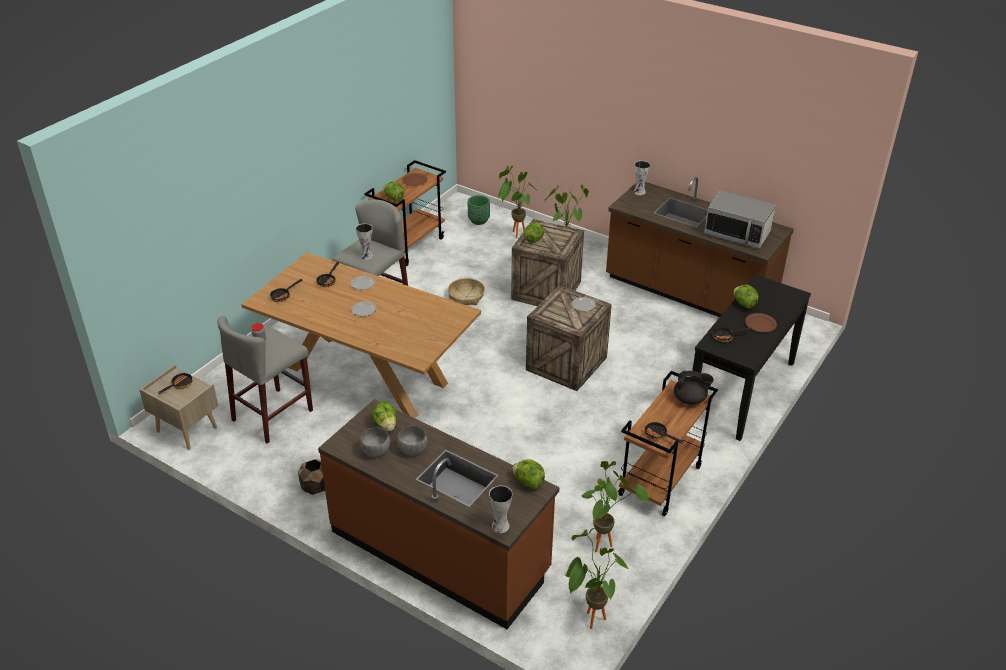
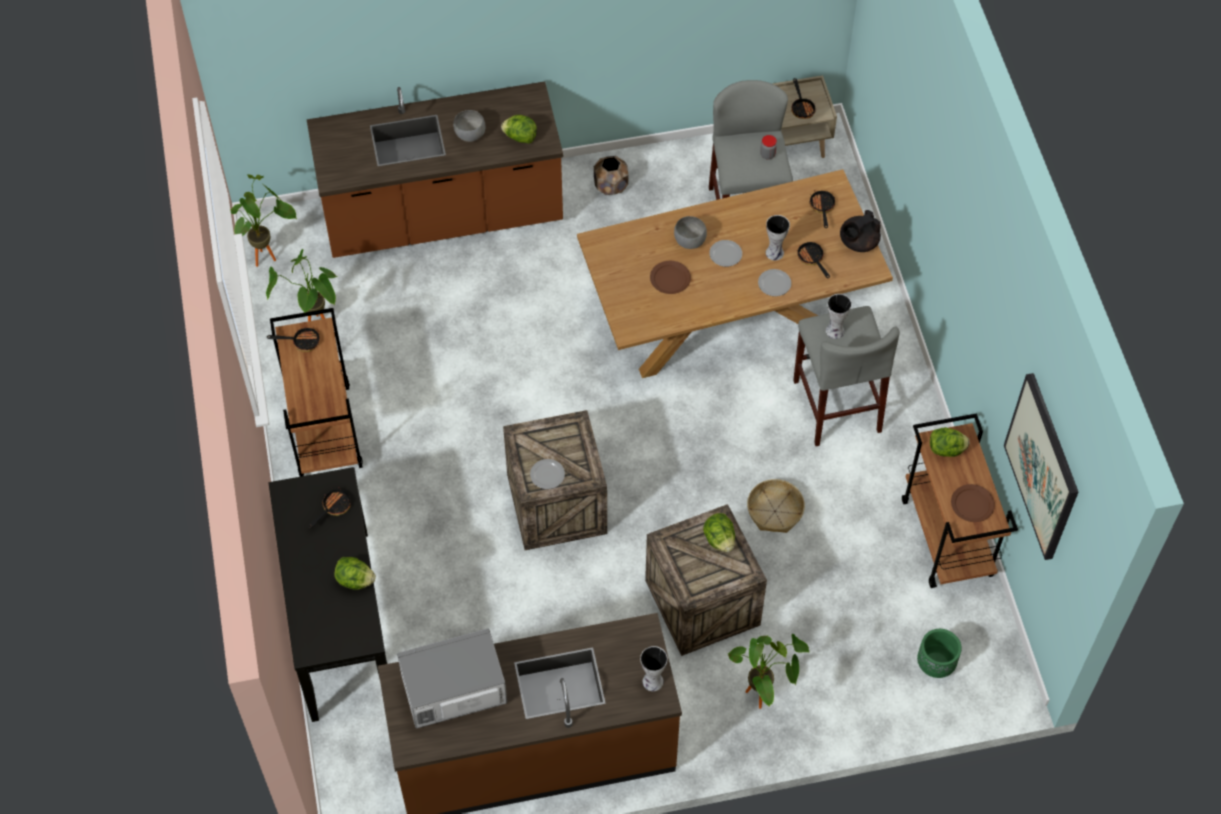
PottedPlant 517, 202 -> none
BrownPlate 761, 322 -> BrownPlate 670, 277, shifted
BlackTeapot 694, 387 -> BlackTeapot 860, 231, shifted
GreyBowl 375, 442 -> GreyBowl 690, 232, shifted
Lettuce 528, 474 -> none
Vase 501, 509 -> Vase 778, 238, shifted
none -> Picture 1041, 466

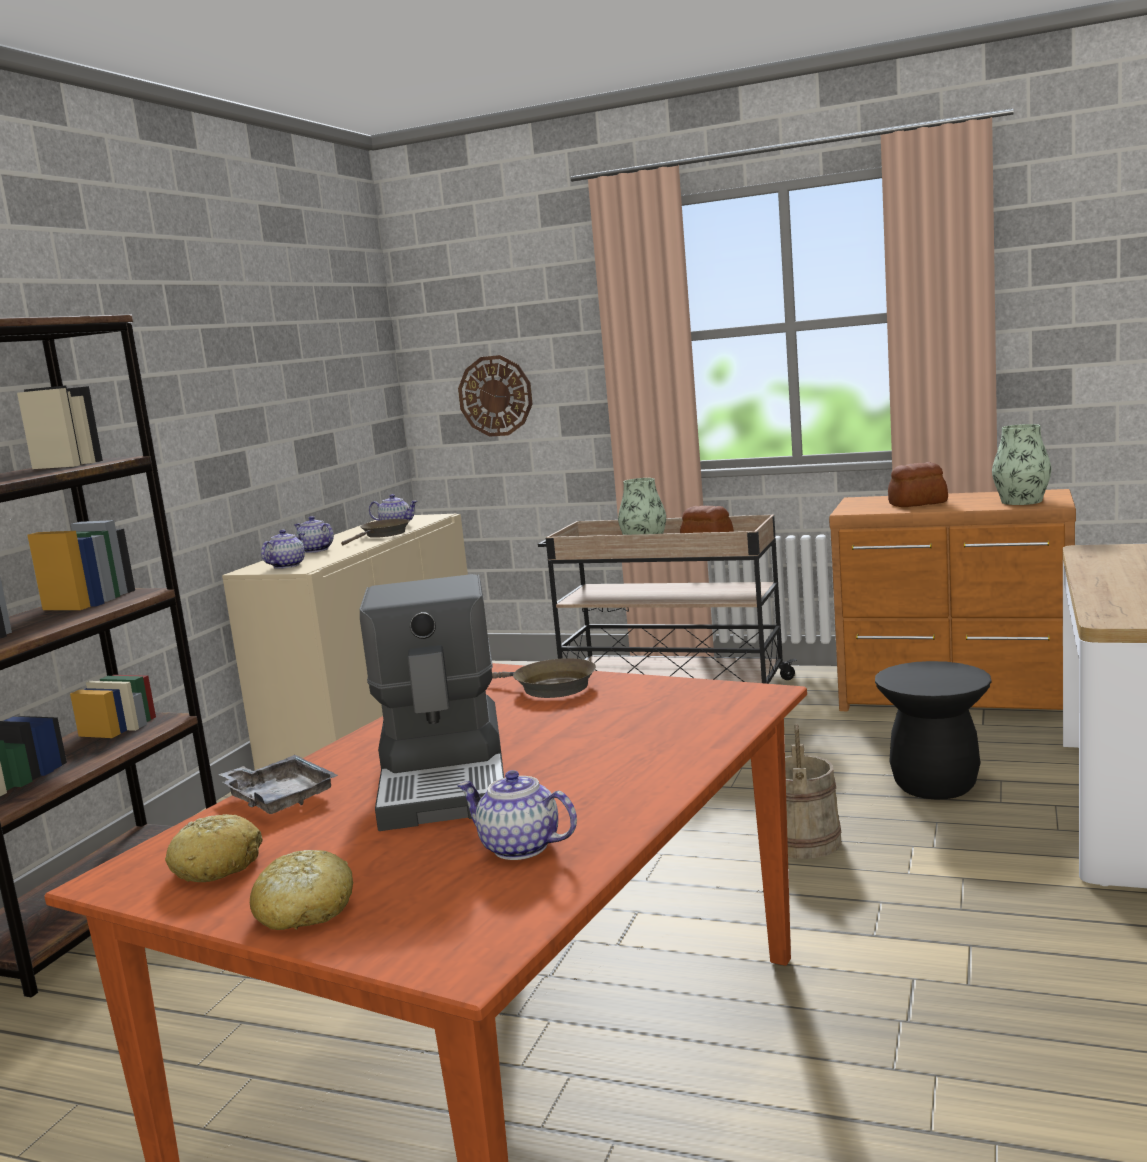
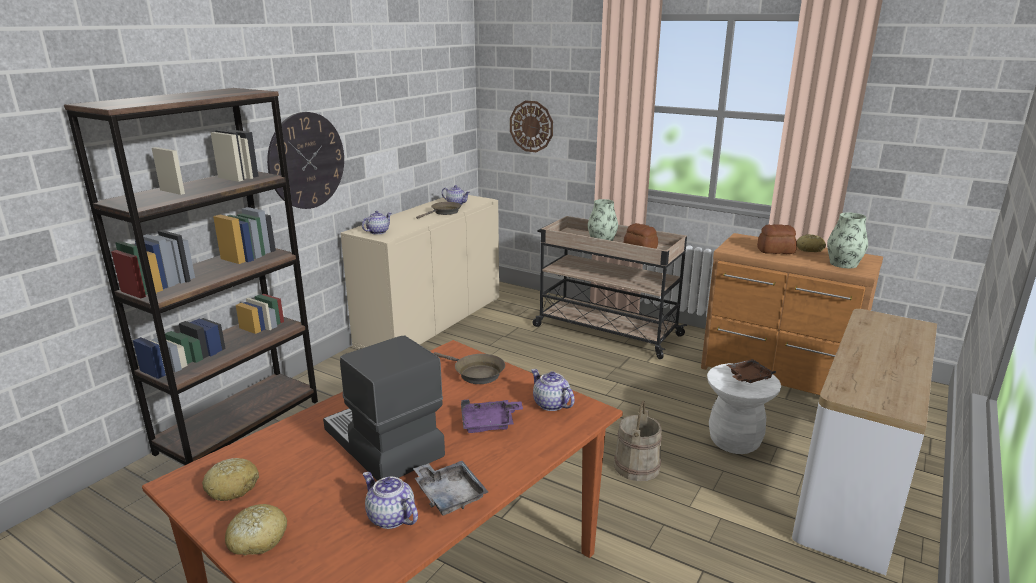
Teapot 314, 534 -> Teapot 553, 390, shifted
CoffeeMachine 431, 702 -> CoffeeMachine 384, 408, 135 degrees clockwise
BlackStool 933, 730 -> WhiteStool 744, 408
GreyTray 278, 784 -> GreyTray 450, 488, shifted
none -> WallClock 305, 160
none -> Bread 811, 243
none -> BrownTray 751, 371
none -> PurpleTray 492, 416

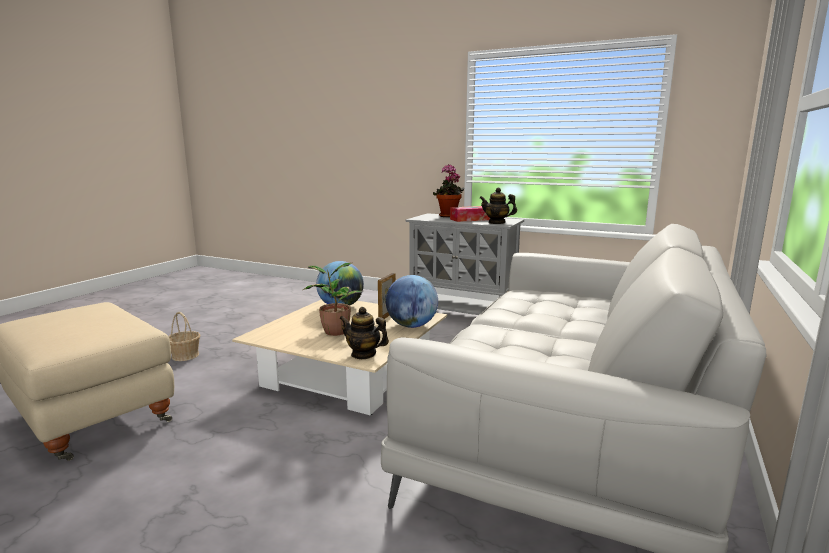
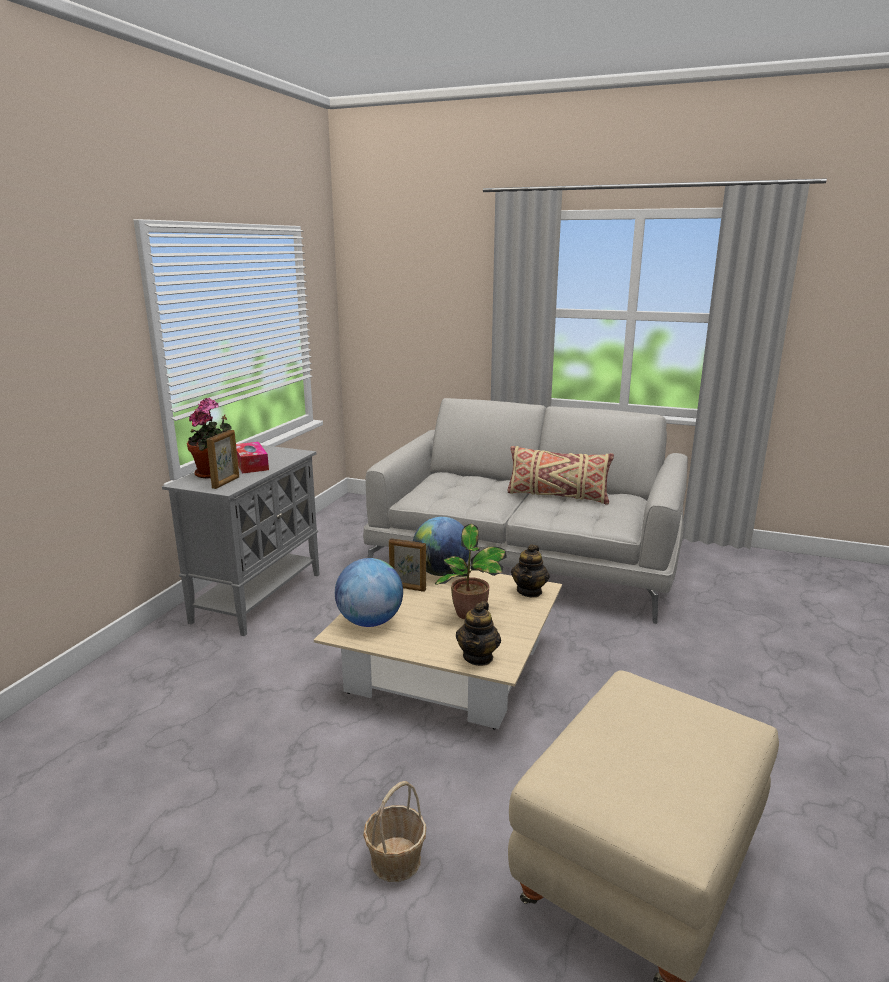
Teapot 498, 206 -> Teapot 478, 633, shifted
none -> PictureFrame 223, 459
none -> BeigePillow 560, 475

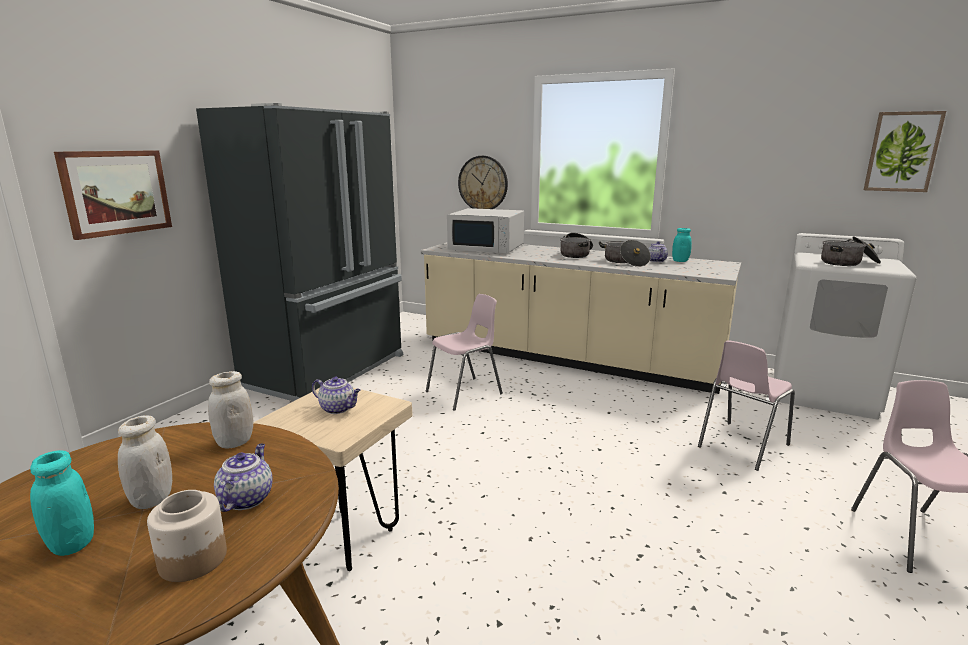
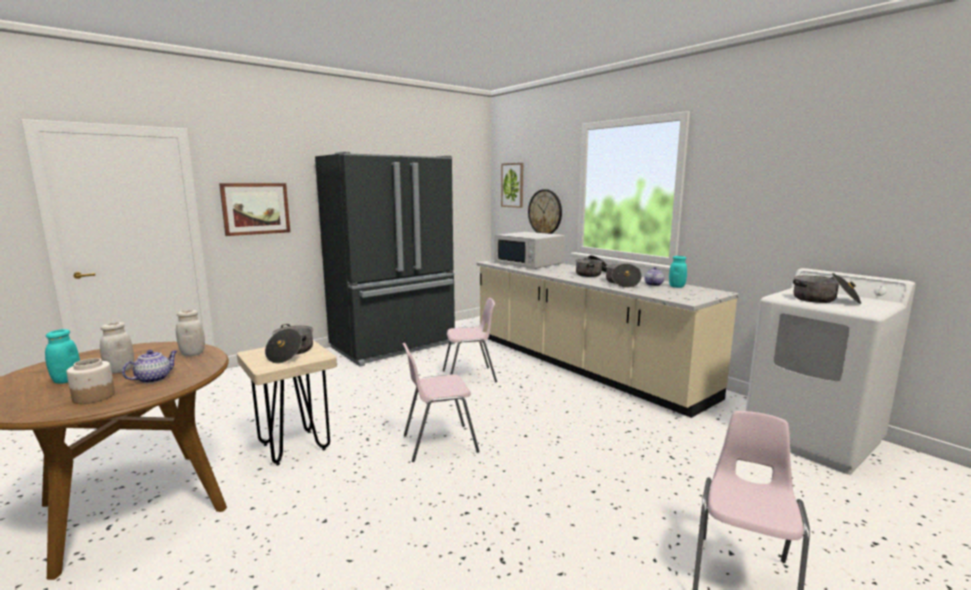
Picture 905, 151 -> Picture 512, 185, shifted
PinkChair 746, 405 -> PinkChair 441, 402, shifted
Teapot 336, 395 -> CookingPot 289, 343

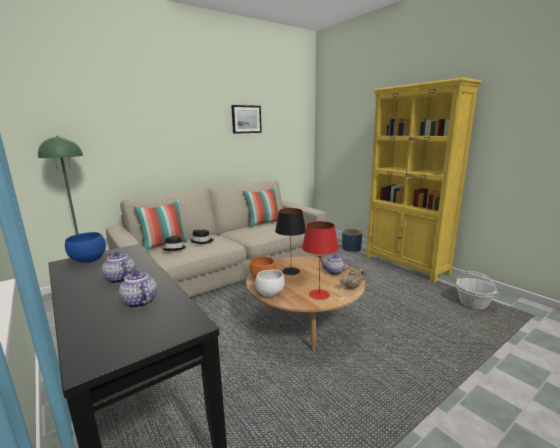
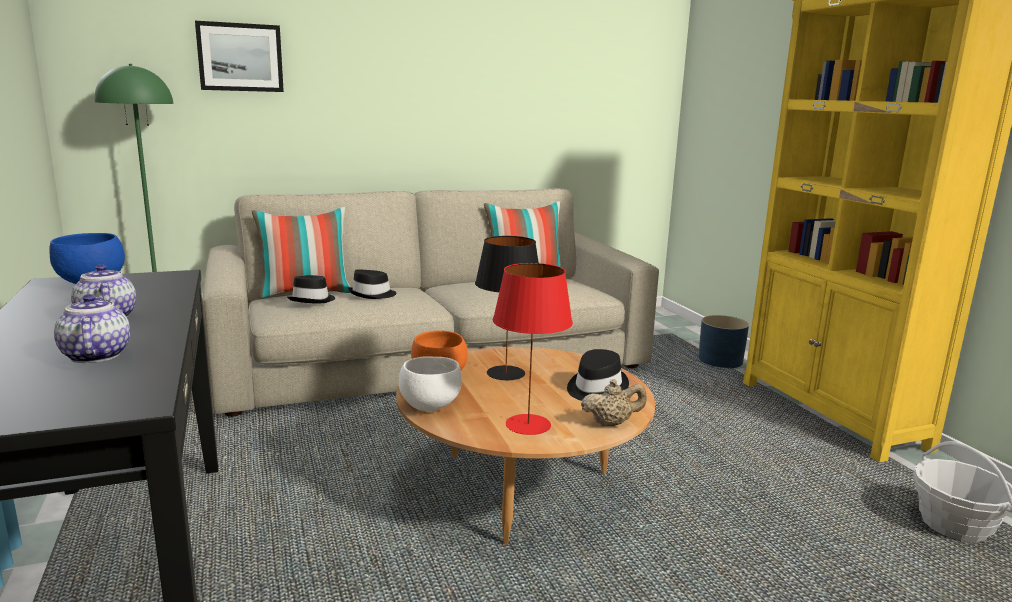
Picture 246, 119 -> Picture 239, 56, shifted
Teapot 335, 264 -> BlackHat 598, 375

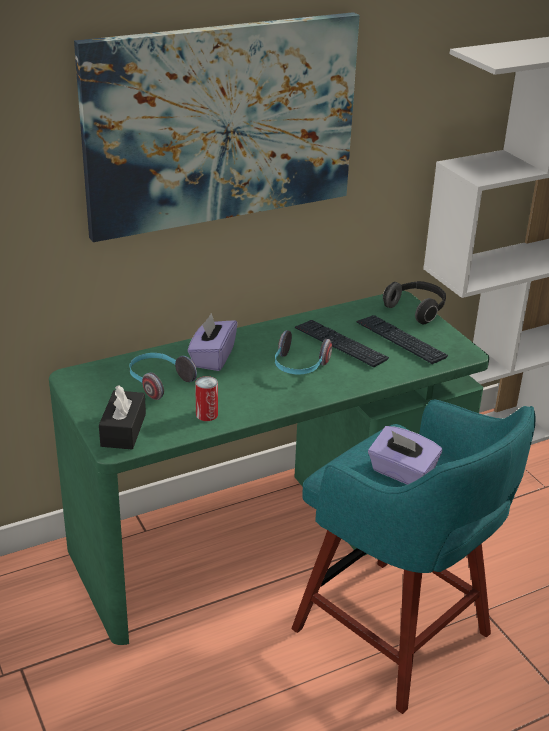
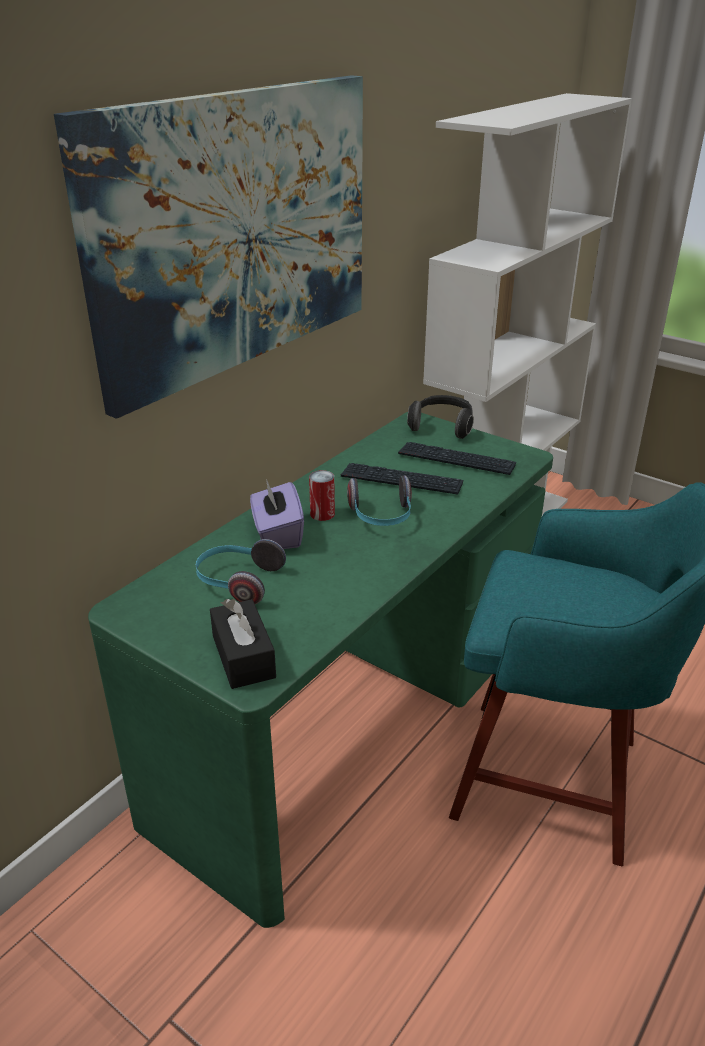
Can 206, 398 -> Can 322, 495, shifted
PurpleTissueBox 405, 455 -> none

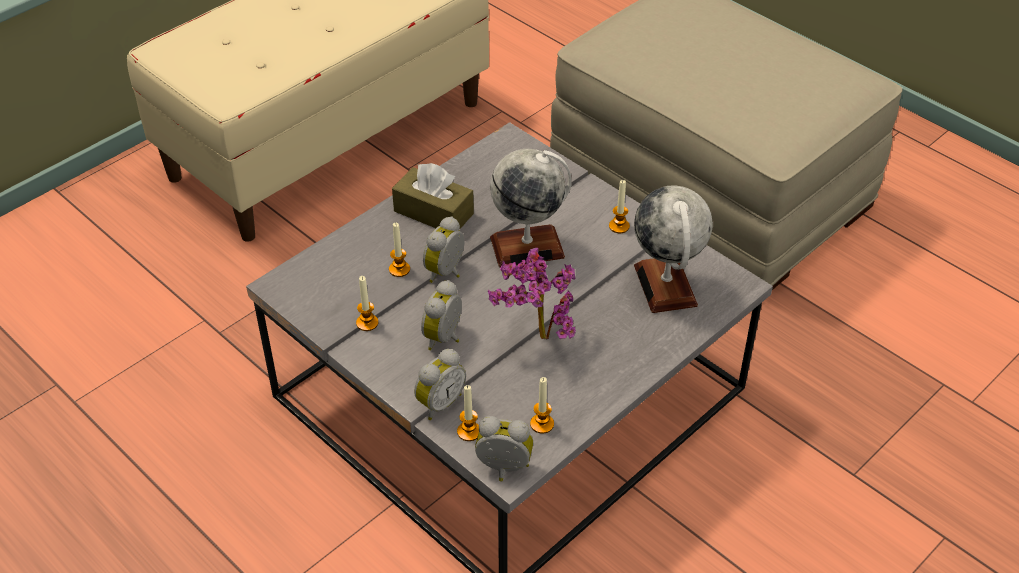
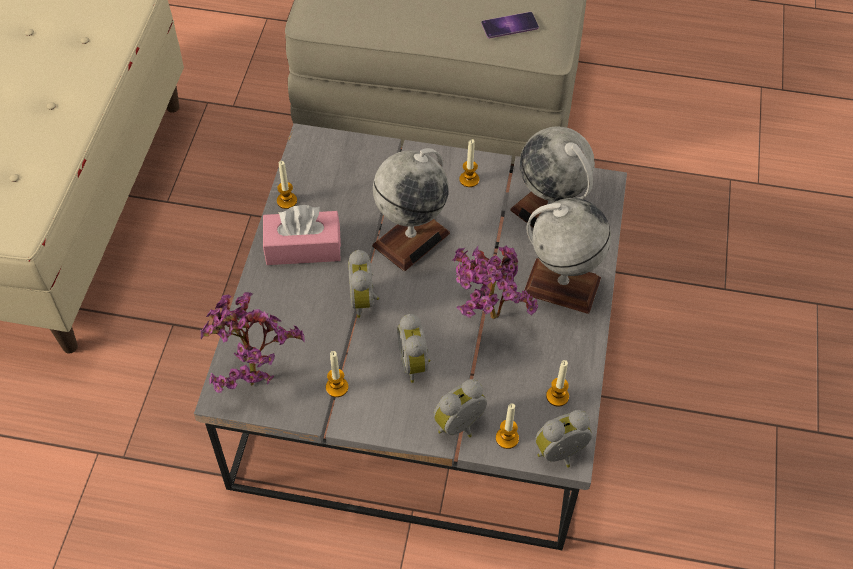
BrownTissueBox 433, 196 -> PinkTissueBox 302, 235
Candle 399, 250 -> Candle 287, 185, shifted
AlarmClock 440, 384 -> AlarmClock 460, 408, 135 degrees counterclockwise
none -> Phone 510, 25
none -> Globe 567, 256
none -> PottedPlant 252, 342

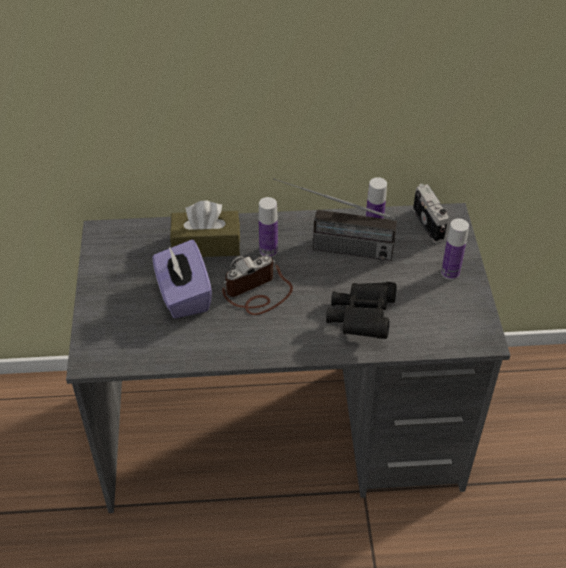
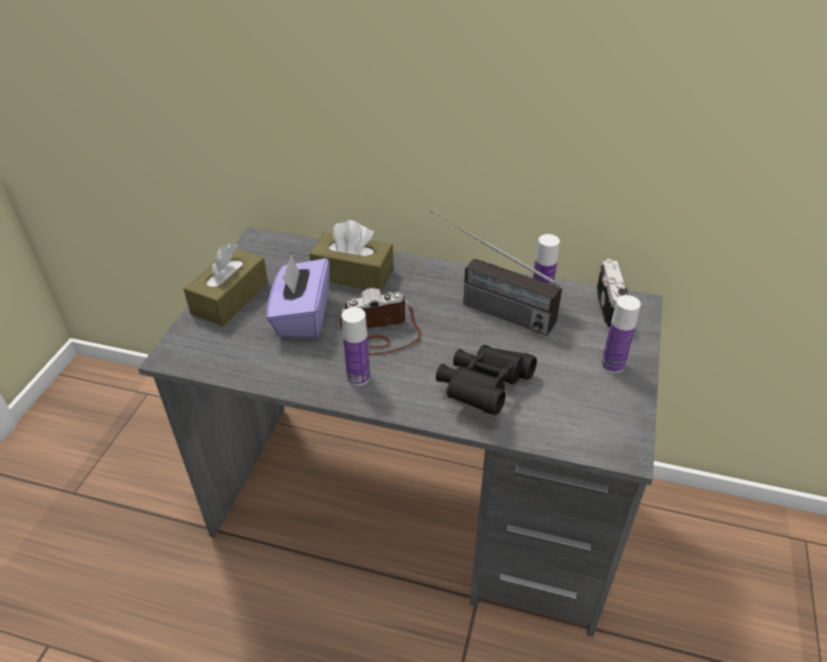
Bottle 268, 227 -> Bottle 356, 346, shifted
none -> BrownTissueBox 226, 284

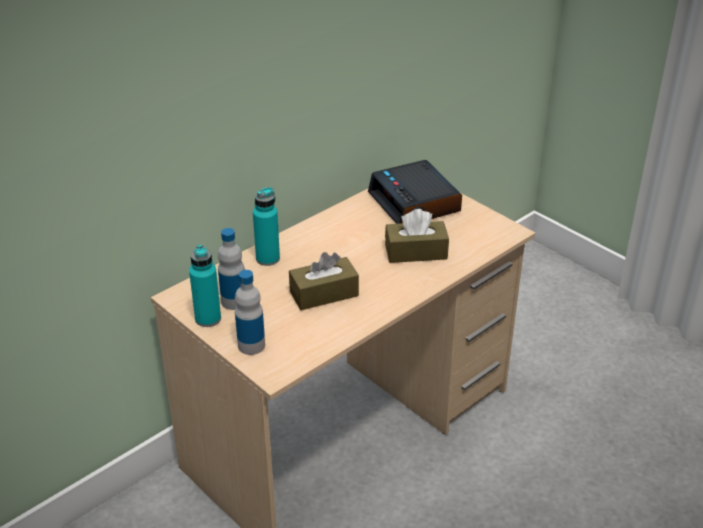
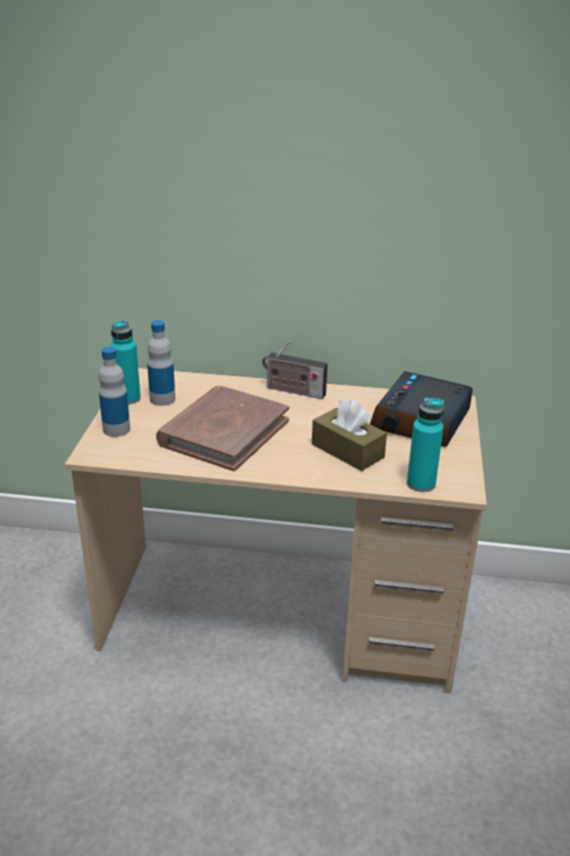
TurquoiseBottle 266, 226 -> TurquoiseBottle 425, 444, shifted
BrownTissueBox 324, 281 -> BrownBook 222, 428
none -> Radio 295, 369

